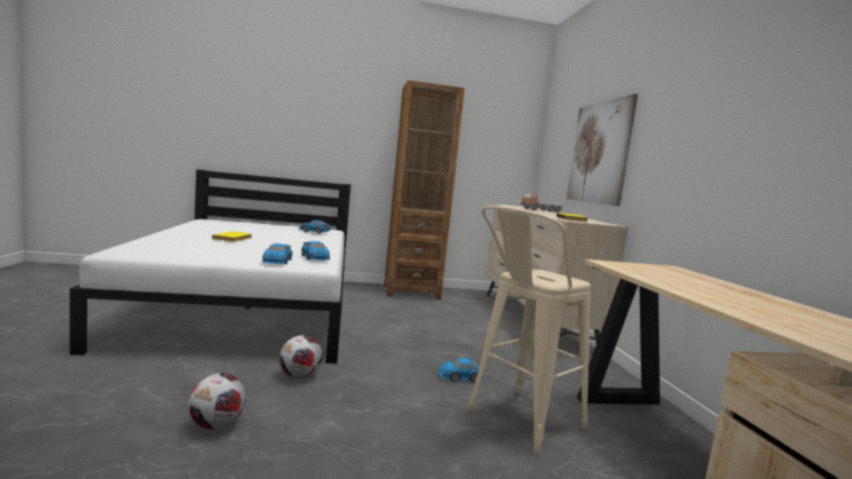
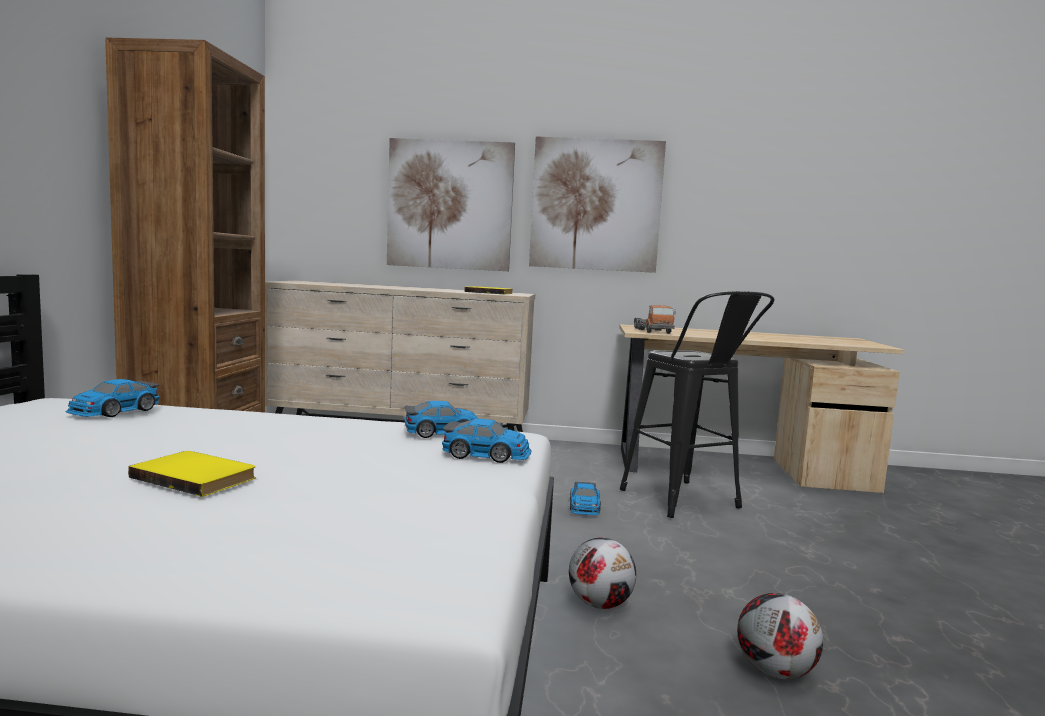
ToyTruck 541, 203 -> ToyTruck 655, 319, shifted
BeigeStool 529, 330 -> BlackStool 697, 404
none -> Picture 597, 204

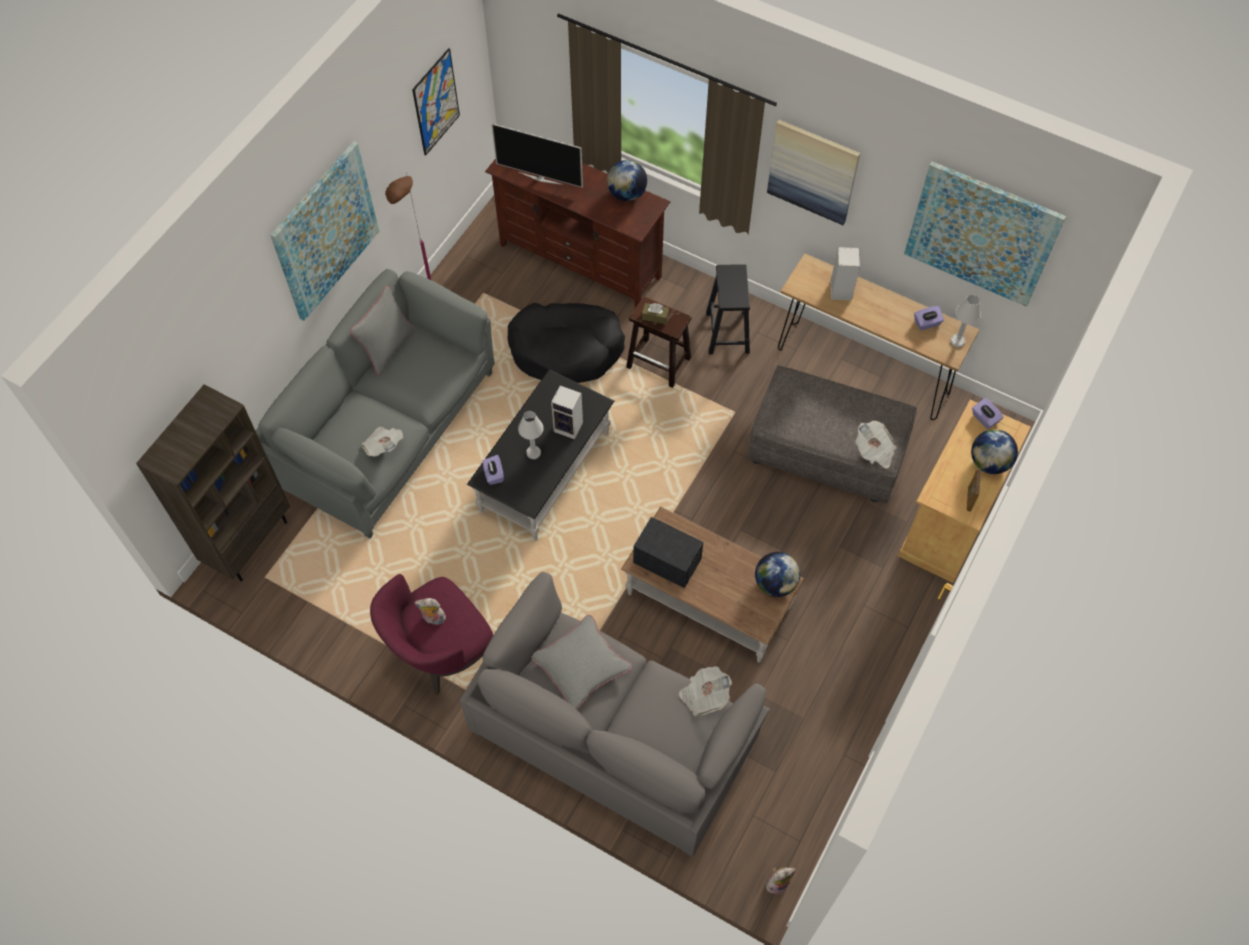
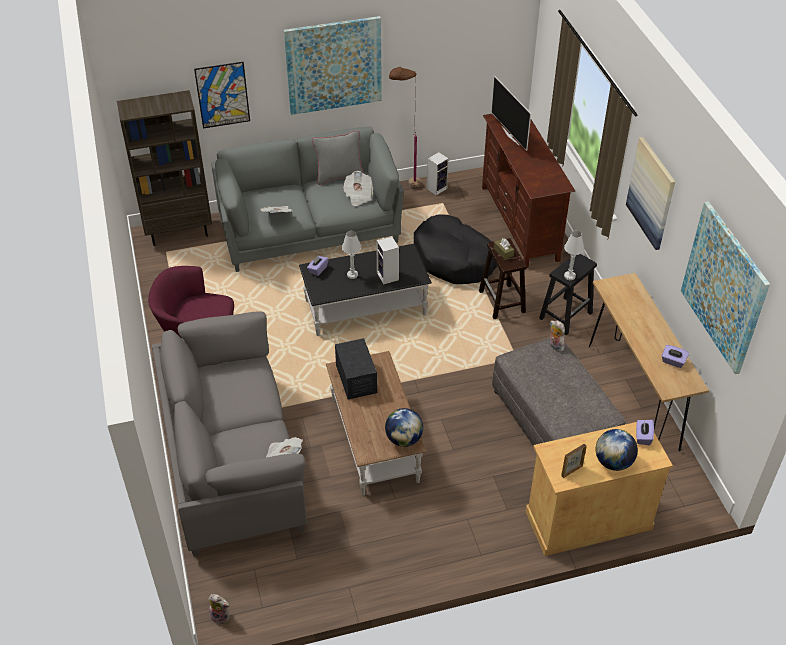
Picture 436, 102 -> Picture 222, 95, shifted
Globe 627, 180 -> none
Speaker 845, 273 -> Speaker 437, 173, shifted
WhiteTableLamp 966, 321 -> WhiteTableLamp 574, 255, shifted
Newspaper 876, 445 -> Newspaper 358, 188, shifted
PlushToy 430, 611 -> PlushToy 557, 336, shifted
GreyPillow 581, 662 -> none

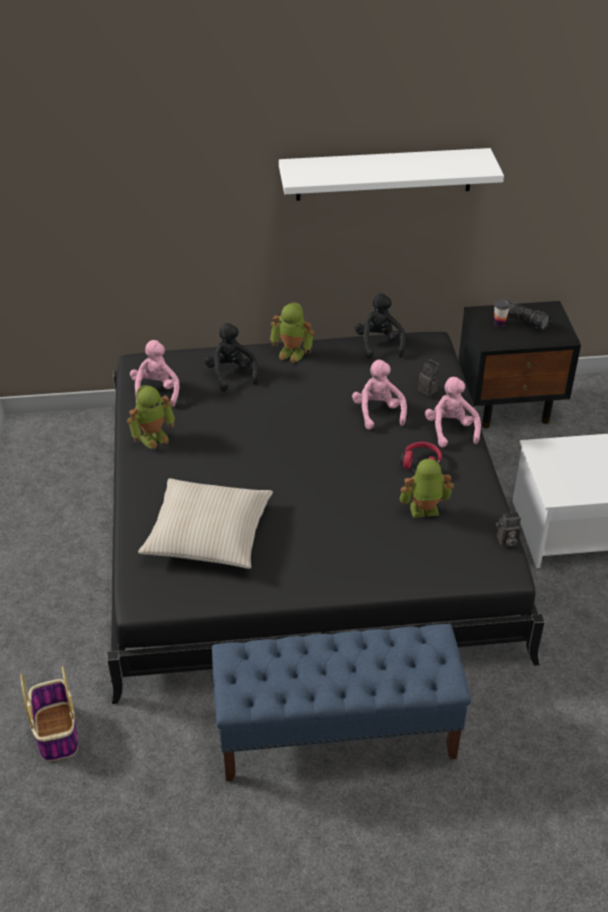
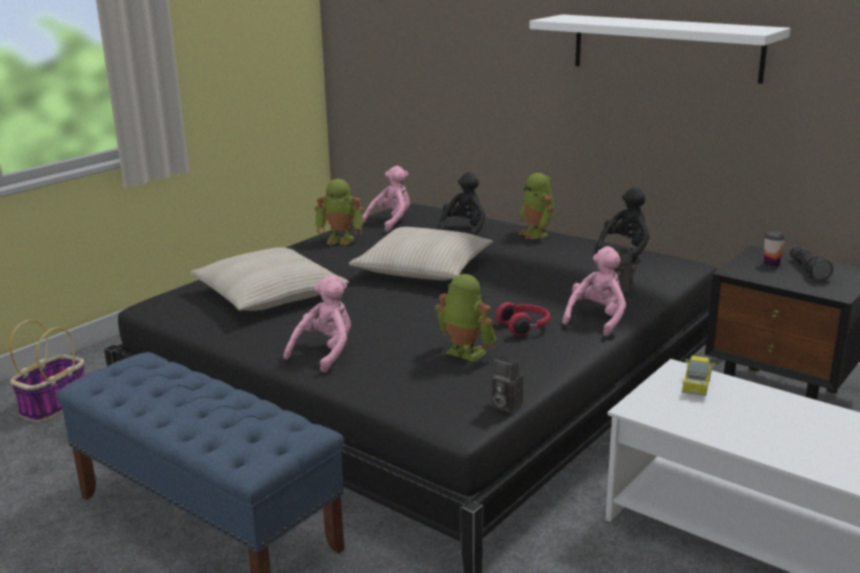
PinkPlushToy 379, 395 -> PinkPlushToy 317, 324, shifted
none -> BeigePillow 421, 253
none -> ToyTruck 698, 376

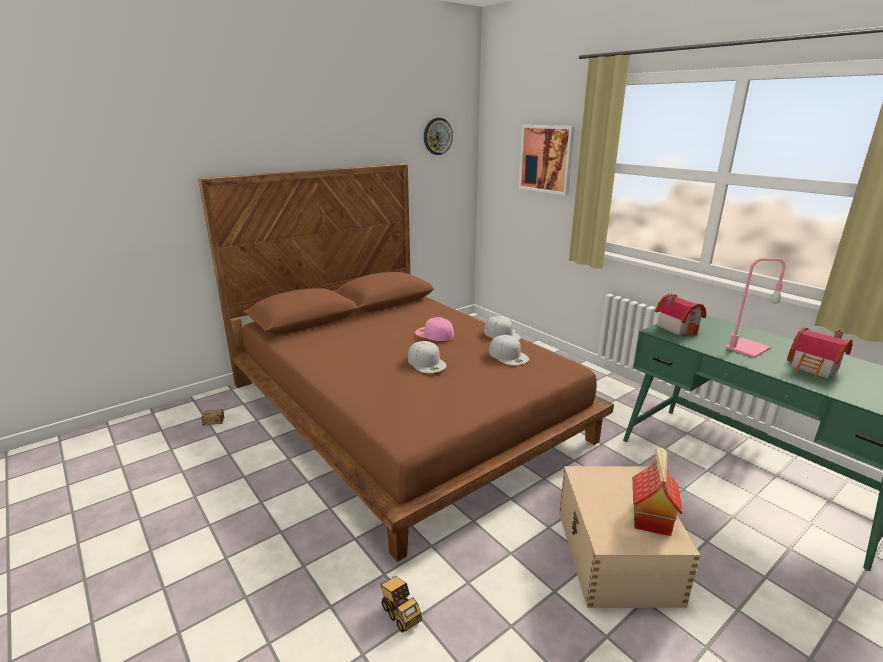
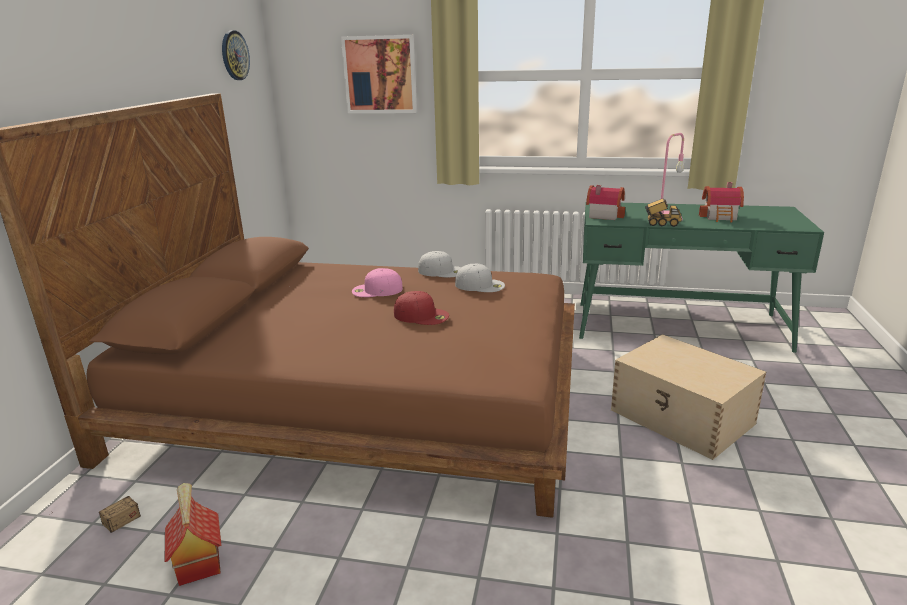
WhiteCap 427, 357 -> RedCap 421, 308
ToyHouse 658, 492 -> ToyHouse 193, 534, shifted
ToyTruck 401, 604 -> ToyTruck 663, 212, shifted

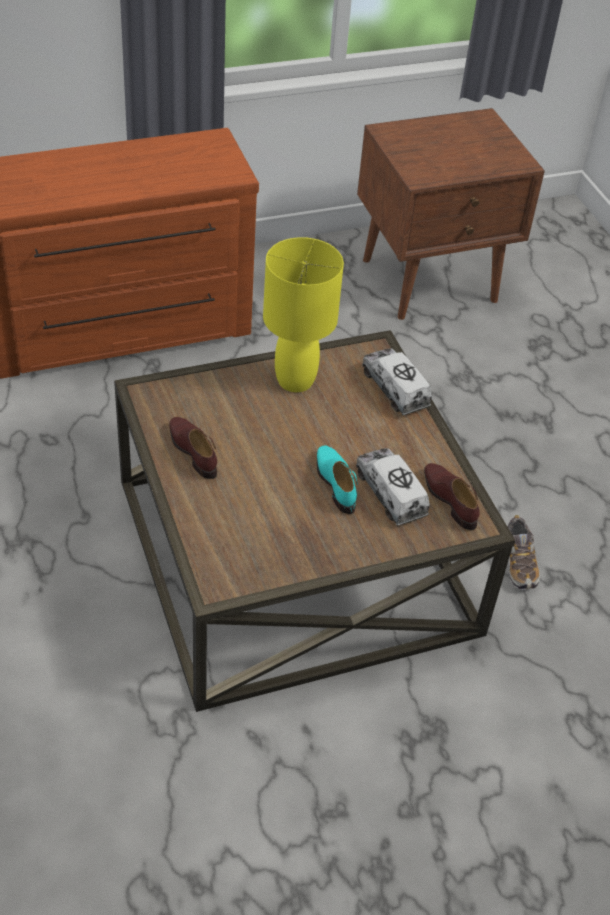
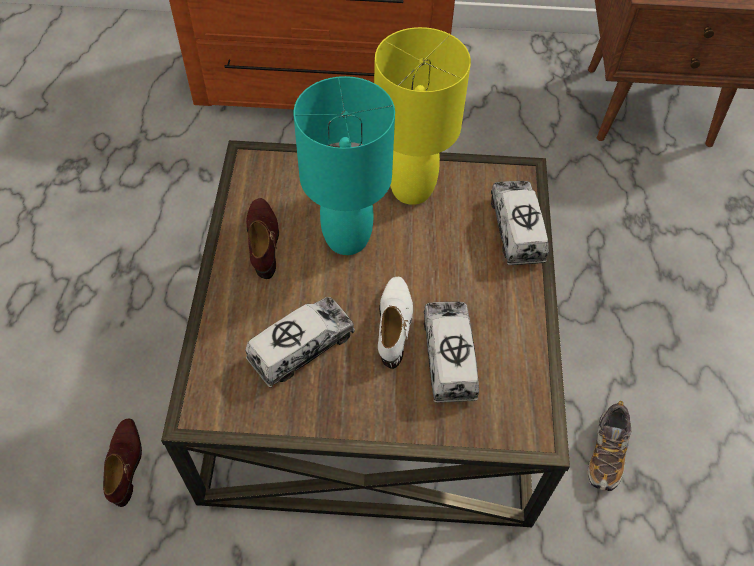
TurquoiseShoe 337, 479 -> WhiteShoe 395, 323
BrownShoe 452, 496 -> BrownShoe 122, 463, shifted
none -> TurquoiseTableLamp 344, 165
none -> ToyTruck 300, 342

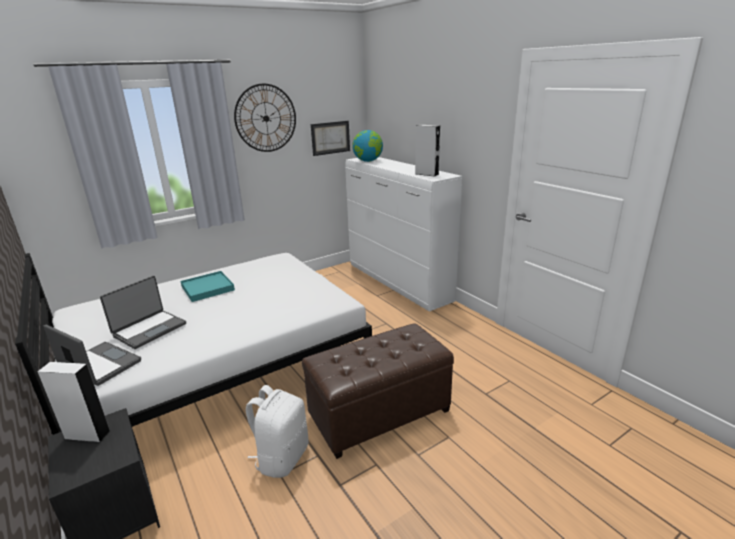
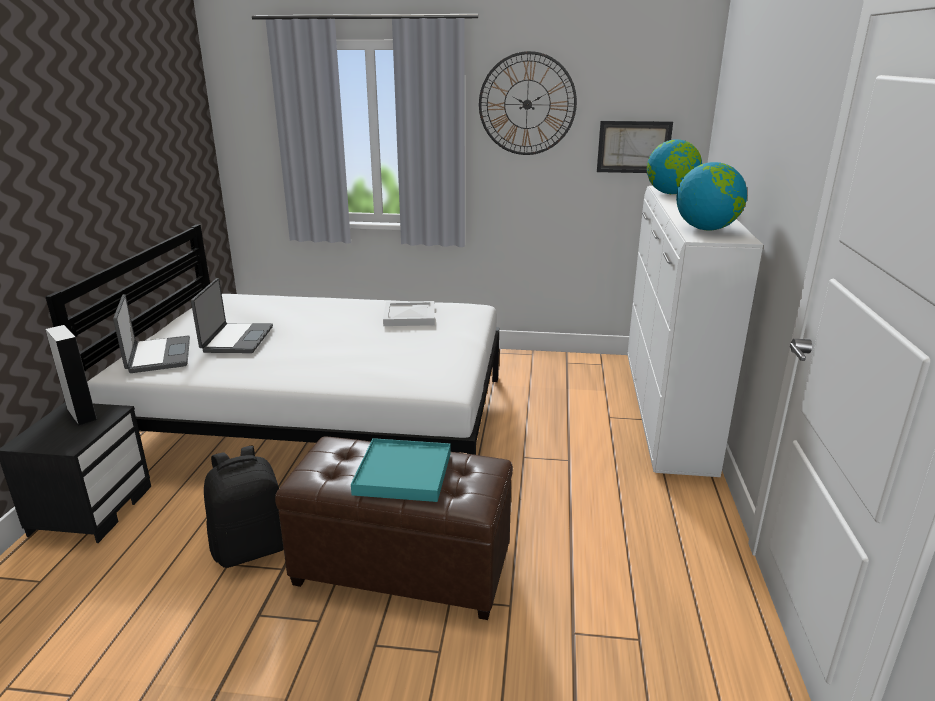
GreySpeaker 427, 151 -> Globe 711, 196
TurquoiseTray 207, 286 -> TurquoiseTray 401, 470, shifted
Laptop 143, 312 -> Laptop 232, 315, 75 degrees counterclockwise
WhiteBackpack 277, 431 -> BlackBackpack 244, 507
none -> WhiteTray 409, 313

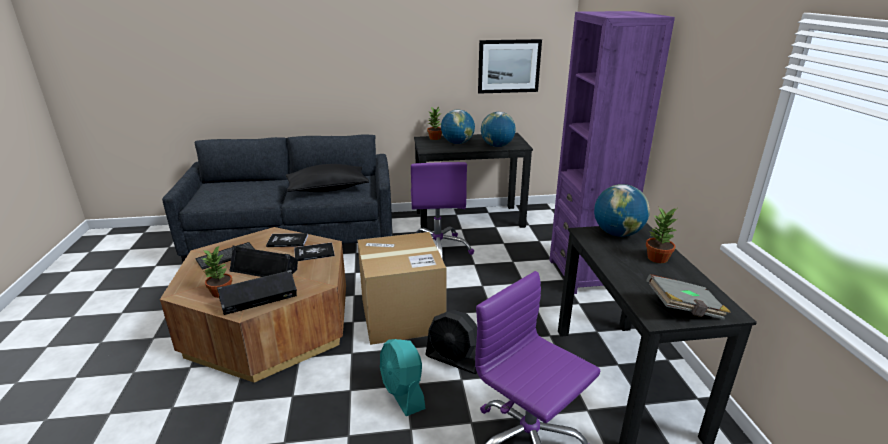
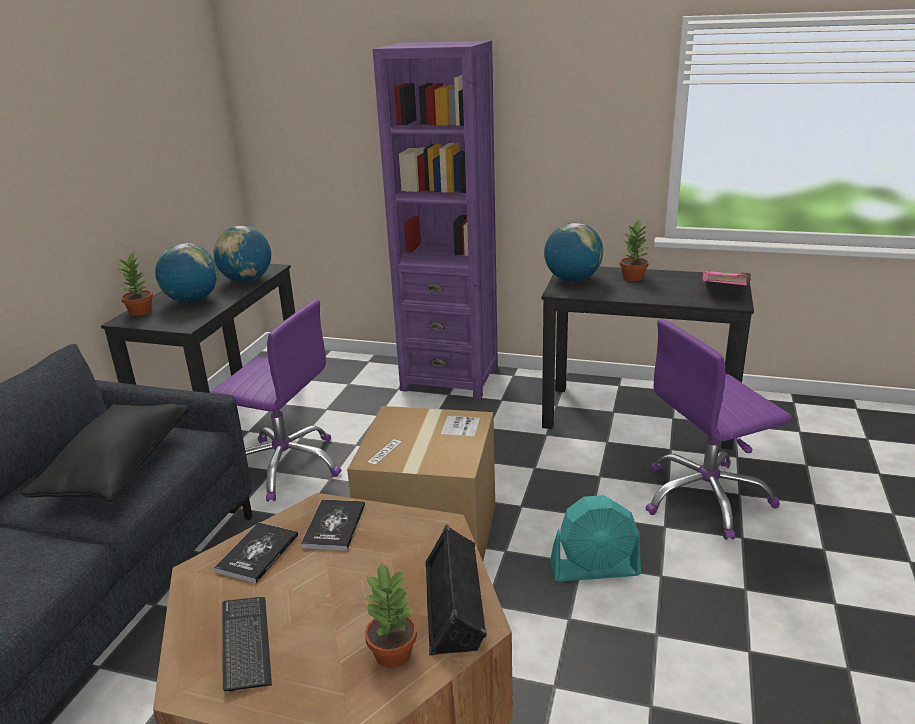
Picture 510, 66 -> none
BlackSpeaker 263, 261 -> none
GreyBook 688, 297 -> PinkBook 726, 278
BlackFan 451, 342 -> none

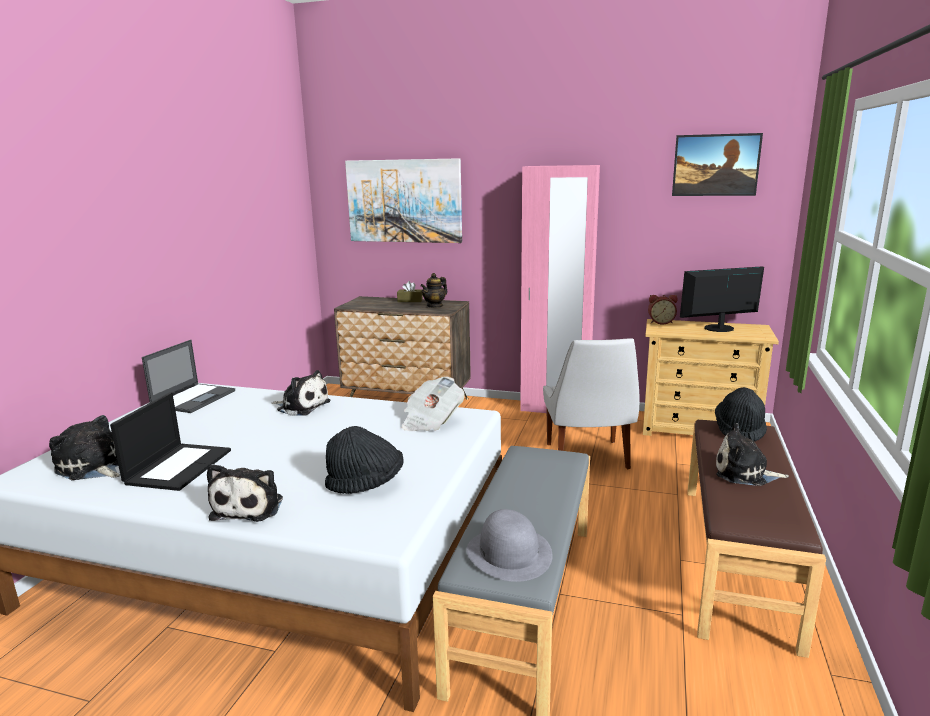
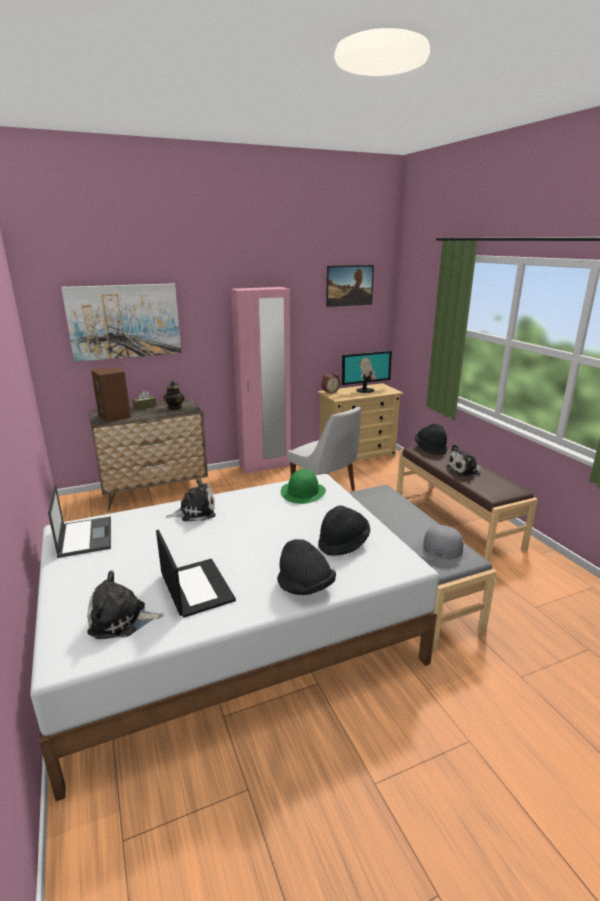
Monitor 722, 299 -> Monitor 367, 372, 150 degrees counterclockwise
Newspaper 433, 404 -> GreenHat 303, 486
PlushToy 245, 493 -> BlackHat 306, 567
none -> BrownSpeaker 111, 394

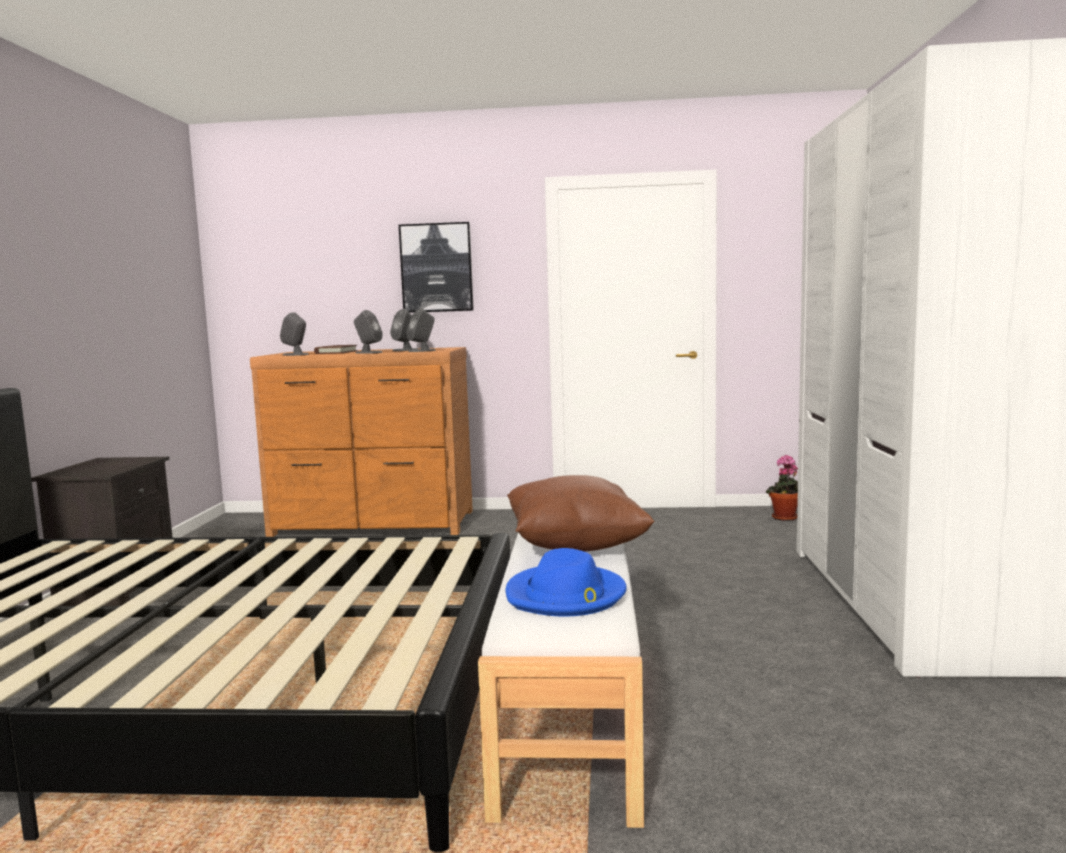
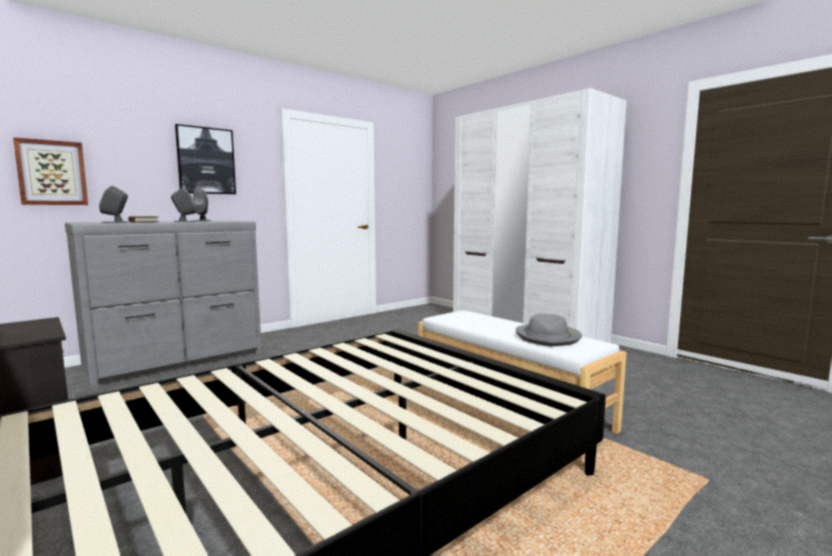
GreySpeaker 421, 330 -> none
BrownDresser 361, 442 -> GreyDresser 163, 304
PottedPlant 782, 488 -> none
BrownPillow 581, 513 -> none
BlueHat 566, 582 -> GreyHat 549, 330
none -> Picture 50, 171

